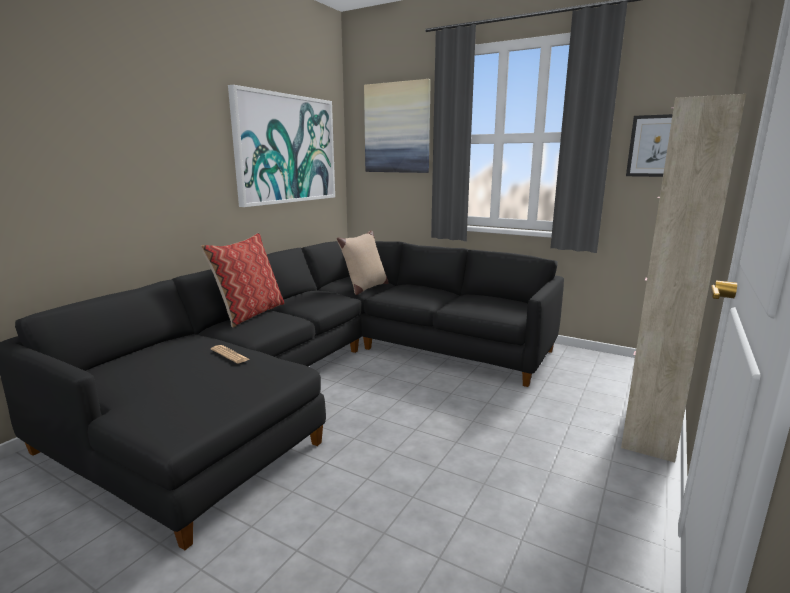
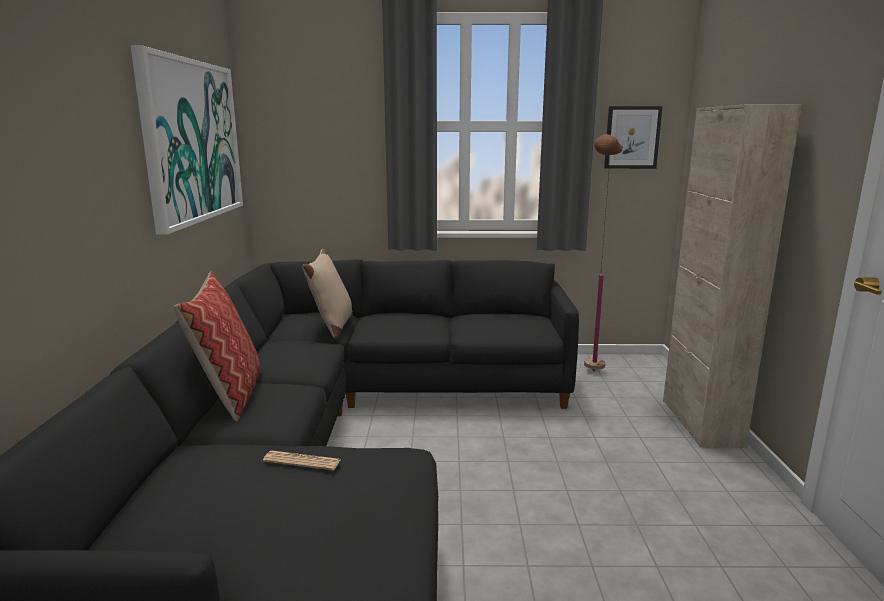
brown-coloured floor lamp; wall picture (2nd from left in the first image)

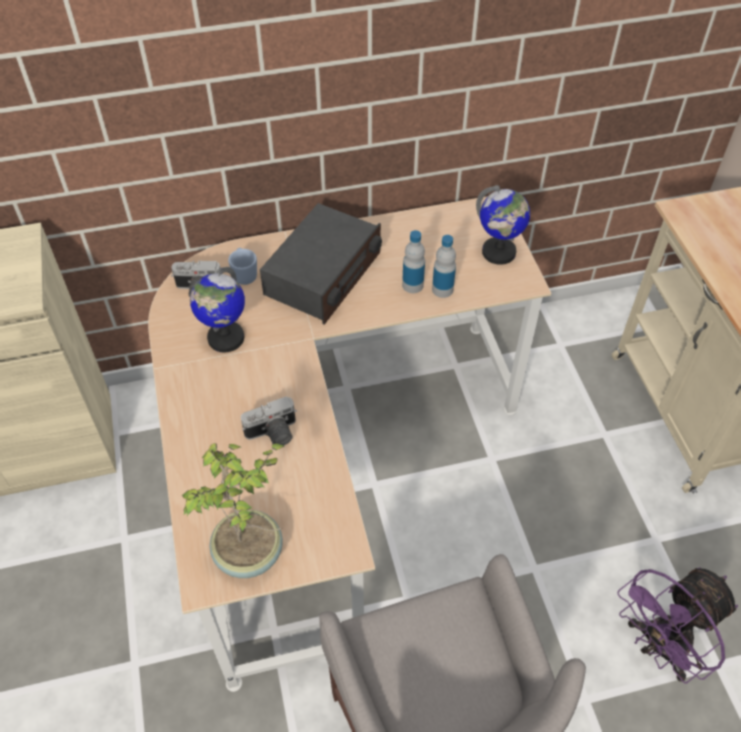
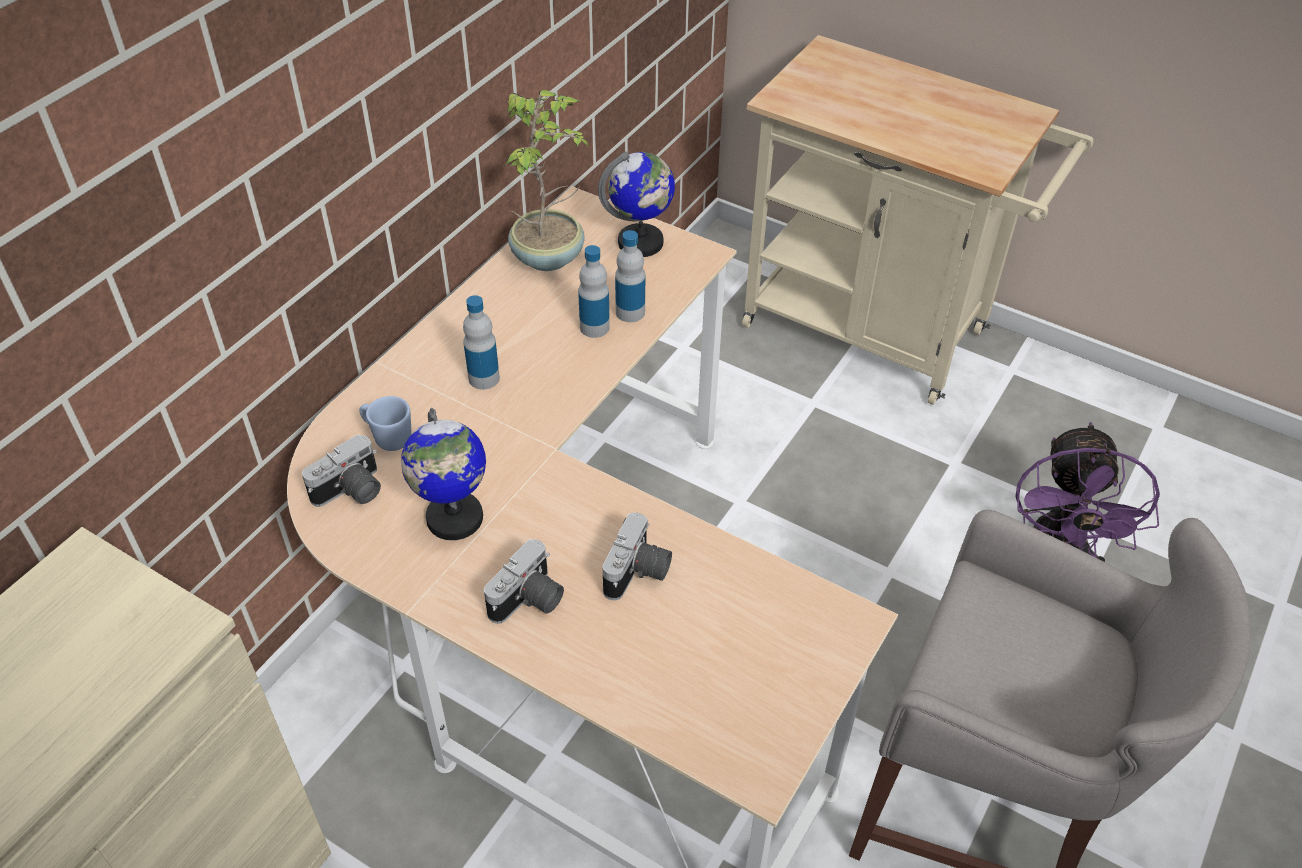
drink bottle (1st from left); photo camera (2nd from left); potted plant

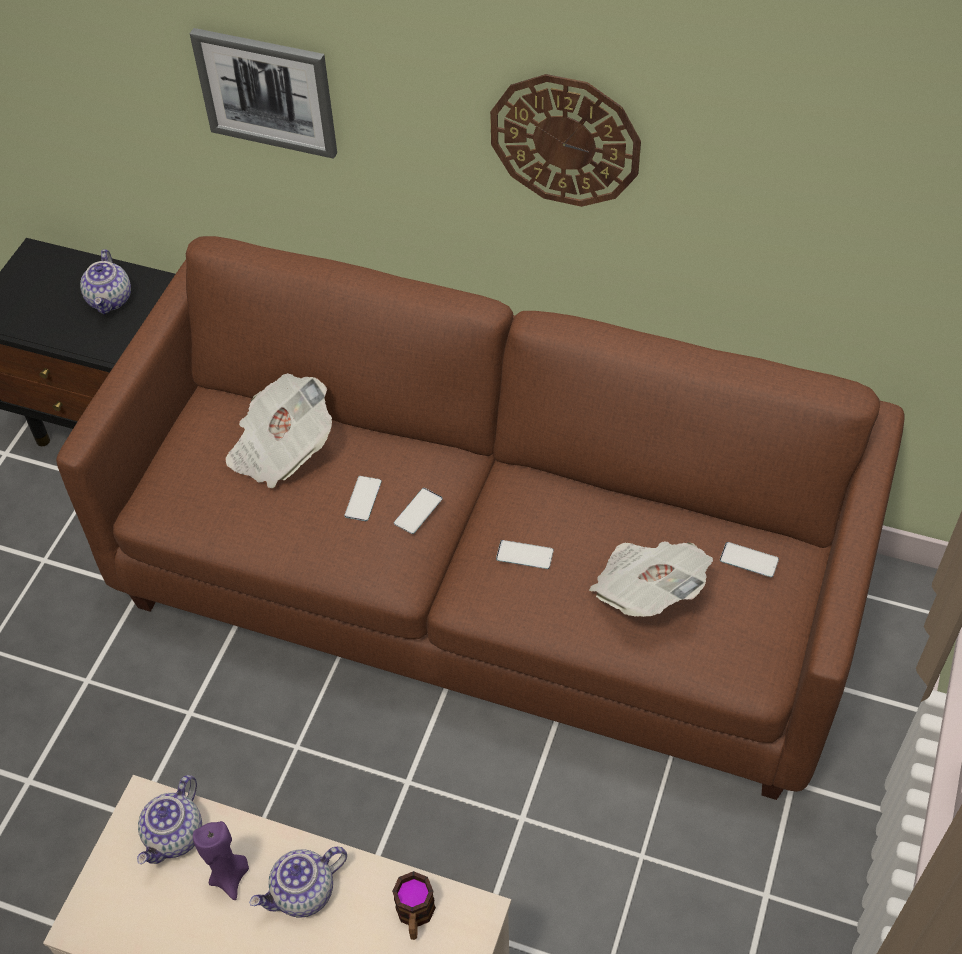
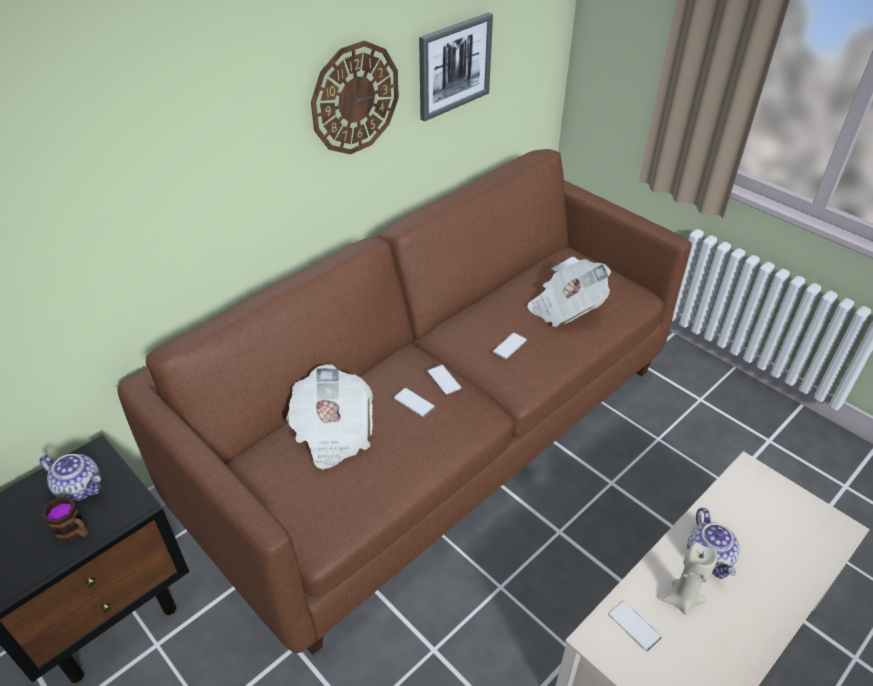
coffee mug; wall picture; handset (5th from left); beige wax candle

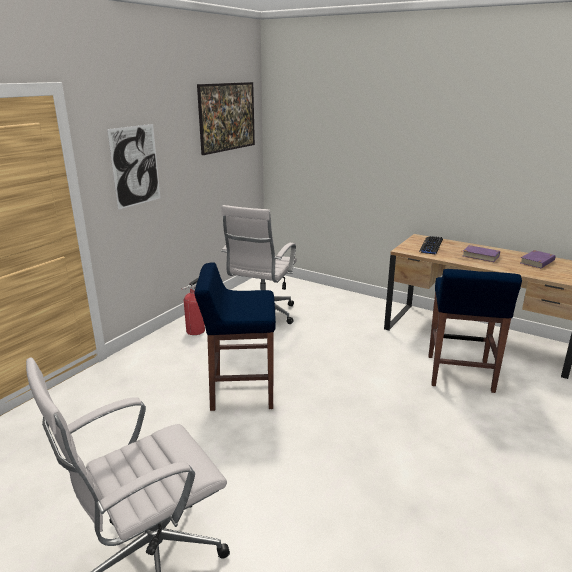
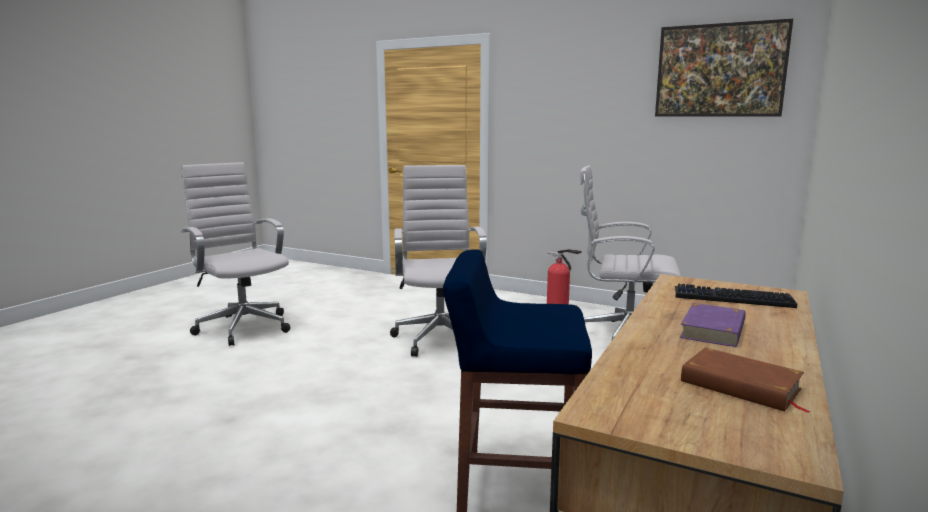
white computer chair (2nd from left); brown-coloured volume; wall picture (1st from left in the first image)

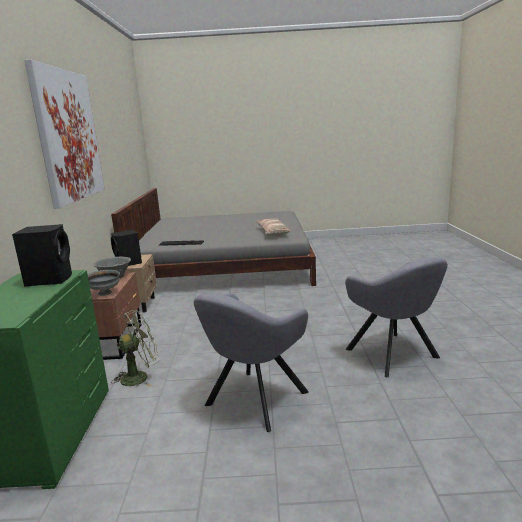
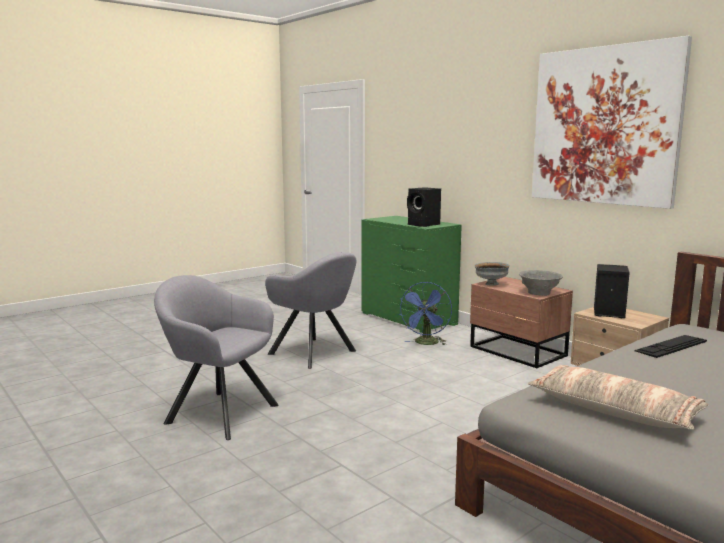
grey easy chair (2nd from left); blue electric fan

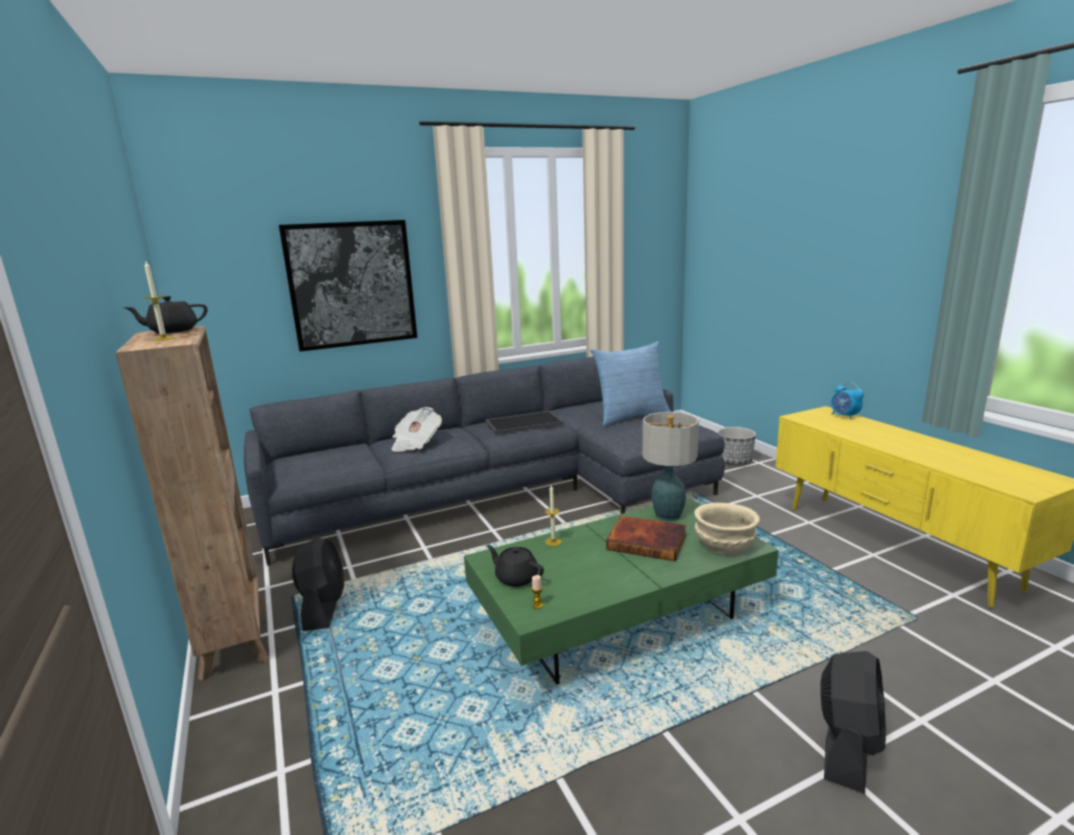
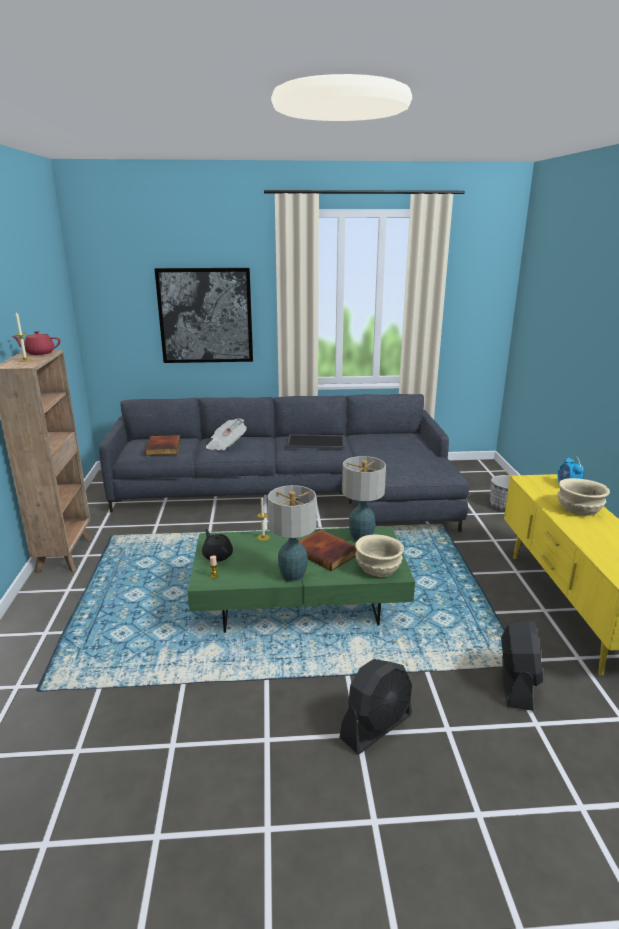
red pot for tea; volume (1st from left); tabletop lamp (1st from left); black-coloured electric fan (2nd from left); beige deep dish (2nd from left); cushion

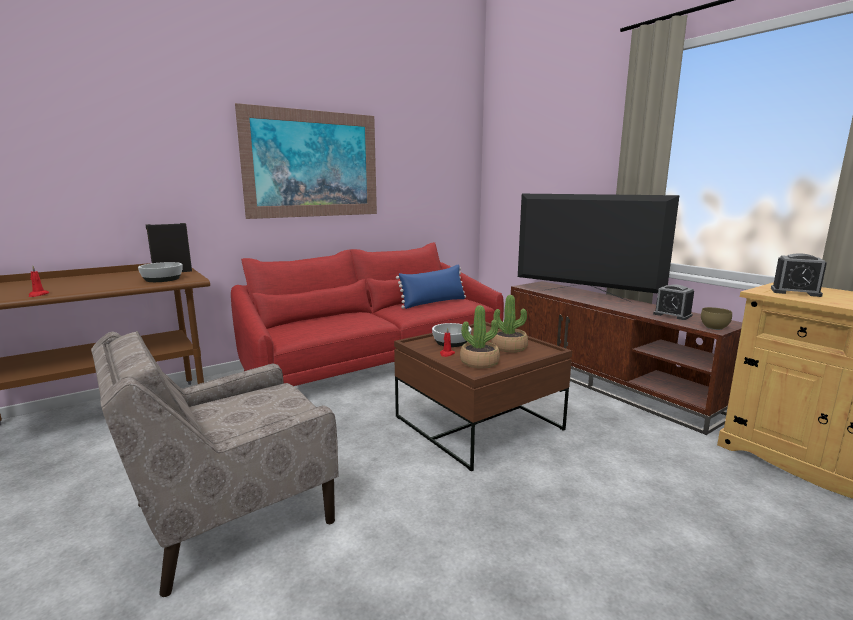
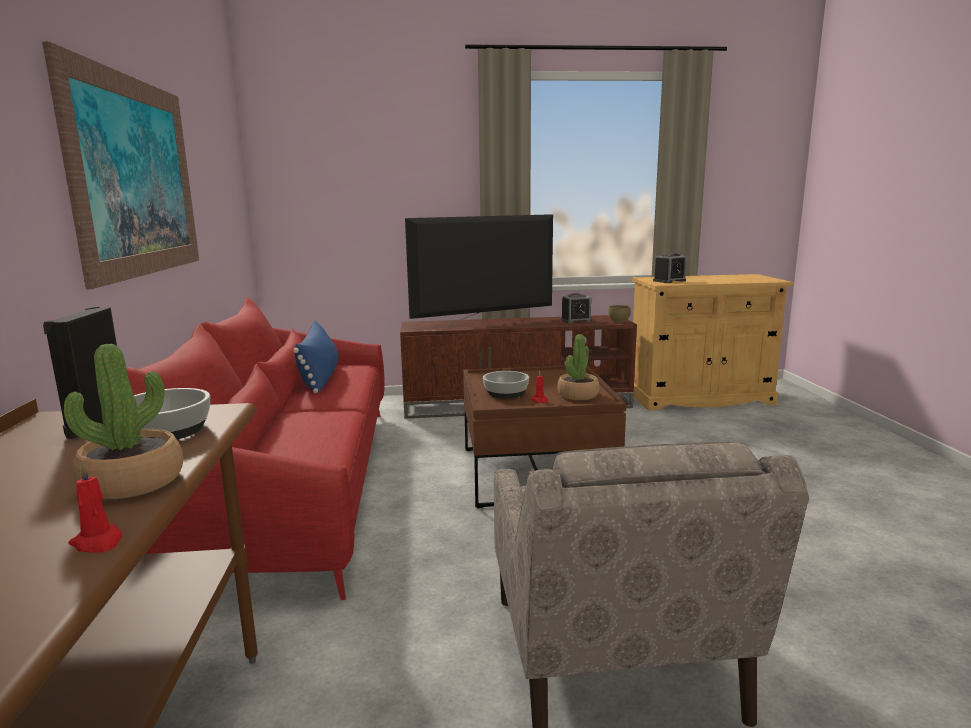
potted plant (1st from left)

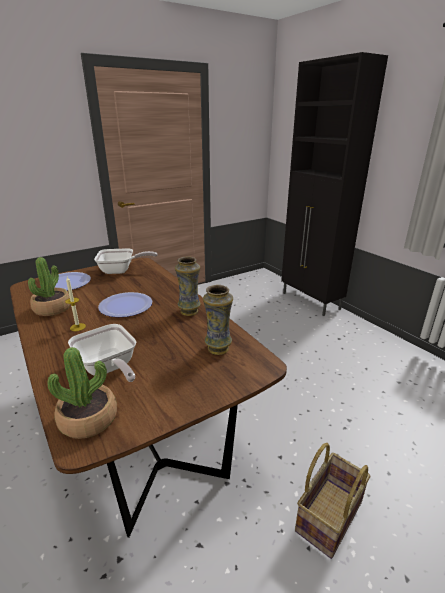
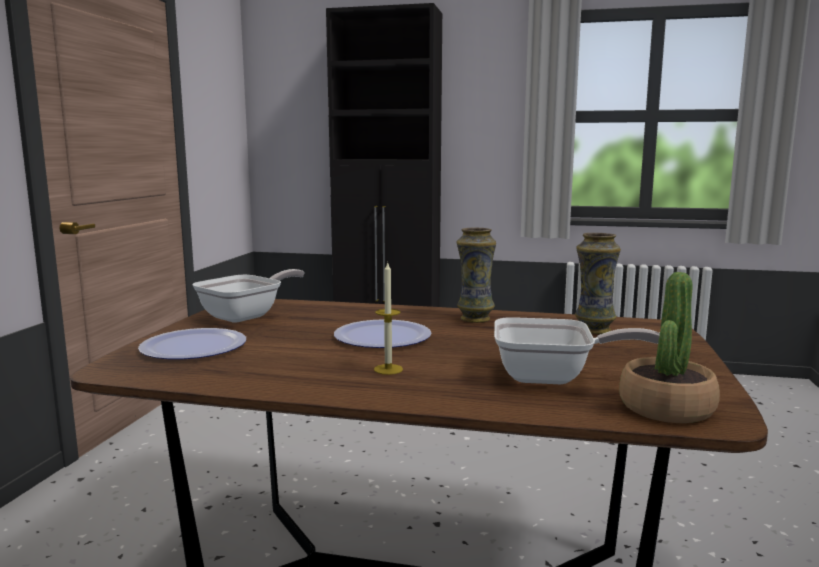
potted plant (1st from left in the first image); household basket

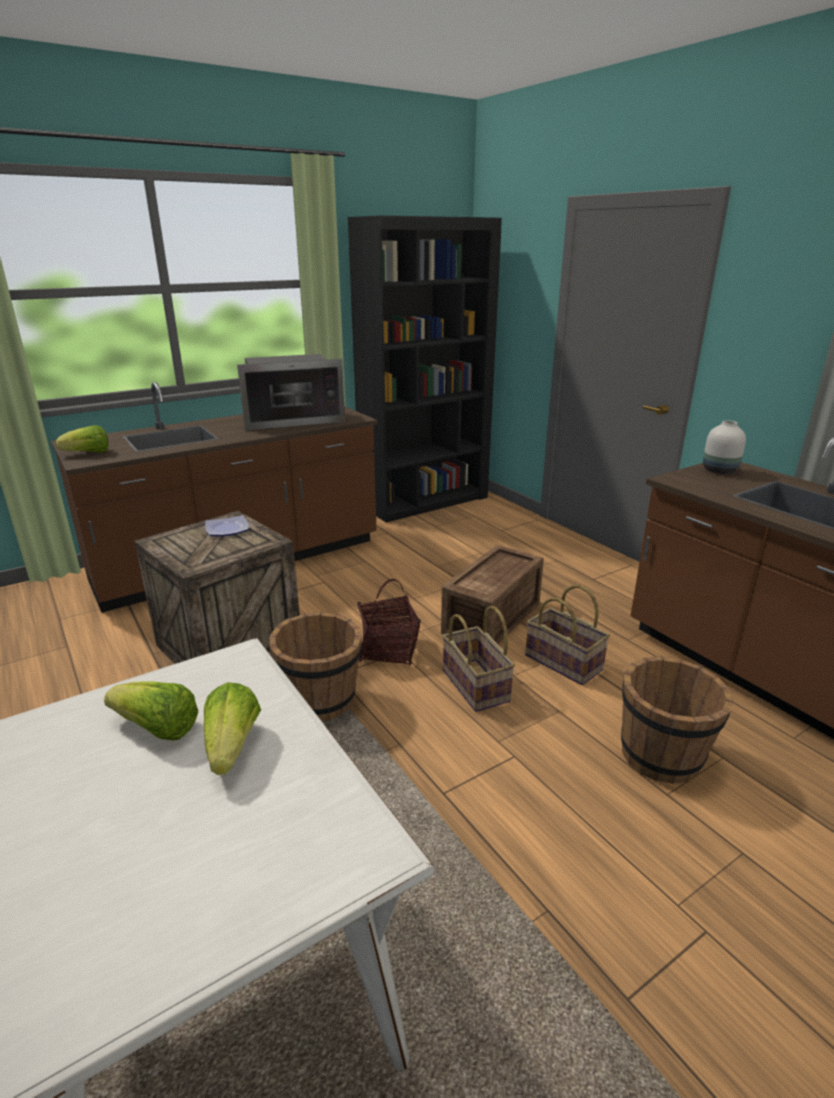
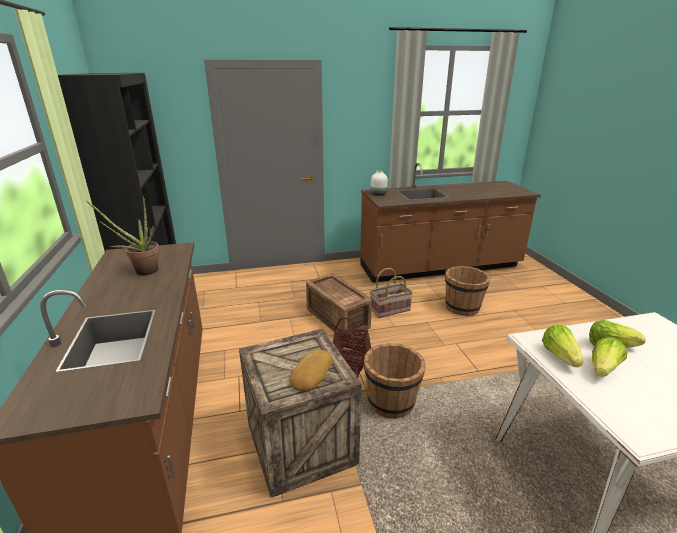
potted plant; bakery bread; lettuce (1st from left); plate; household basket (2nd from left in the first image)

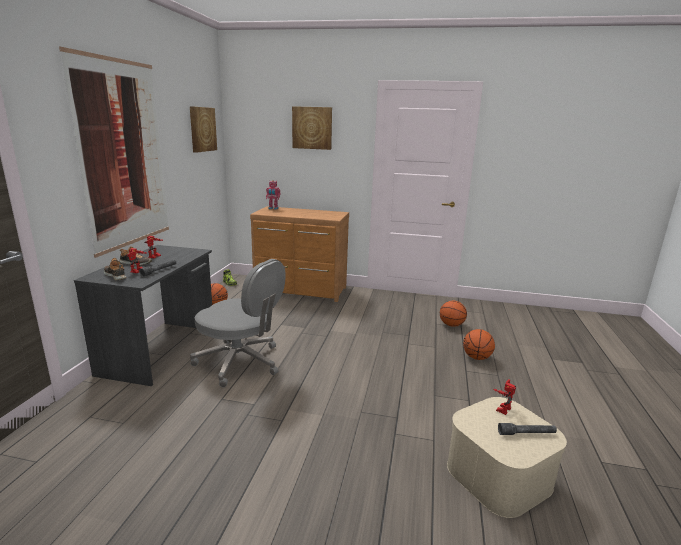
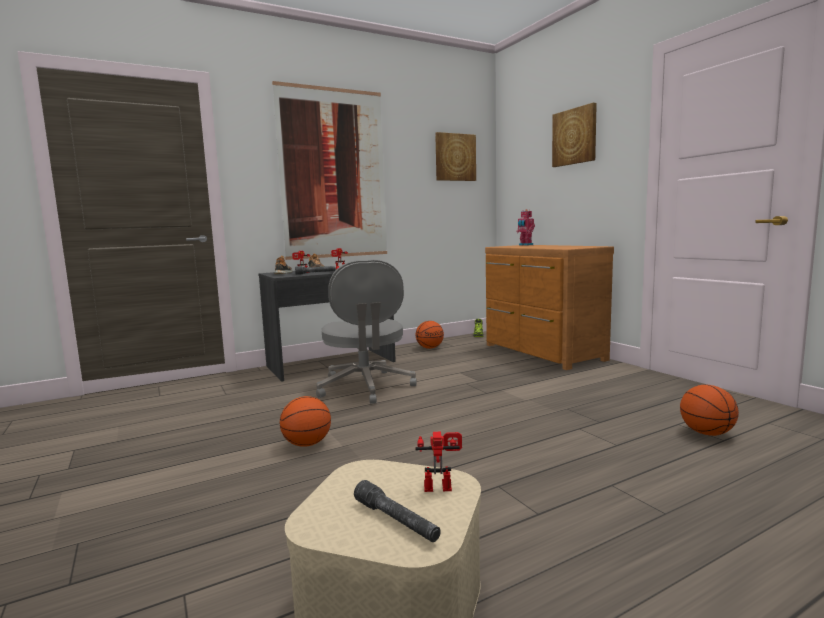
basketball (1st from left)

